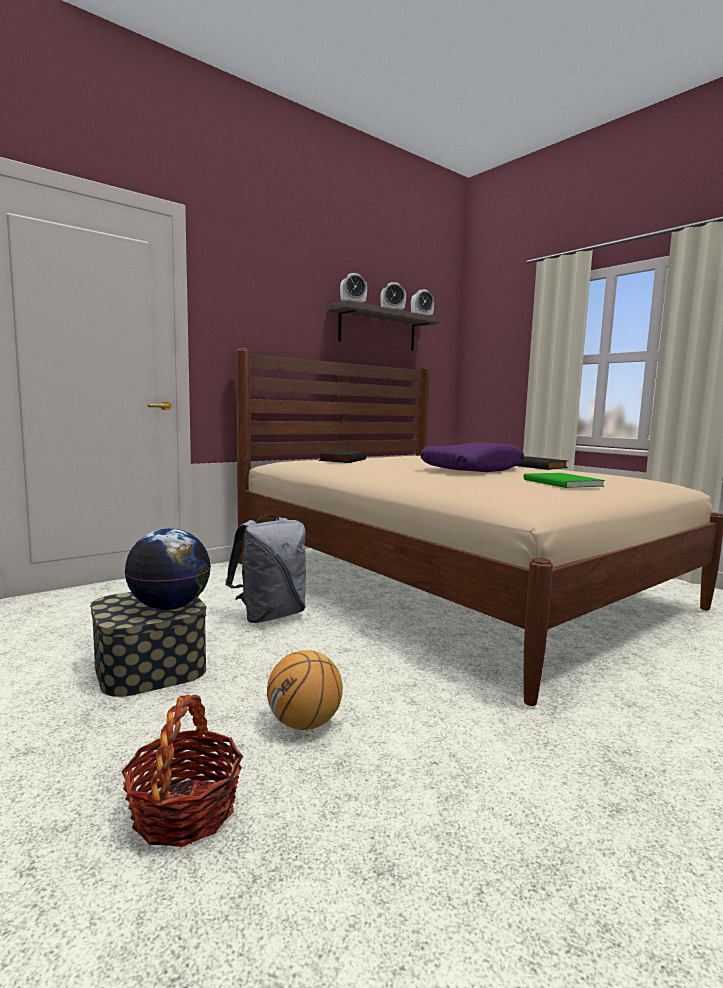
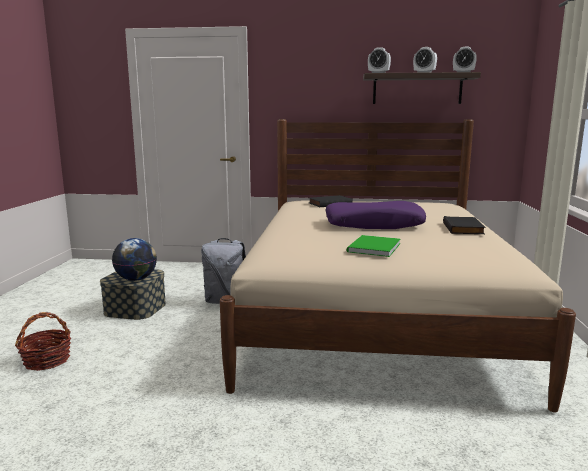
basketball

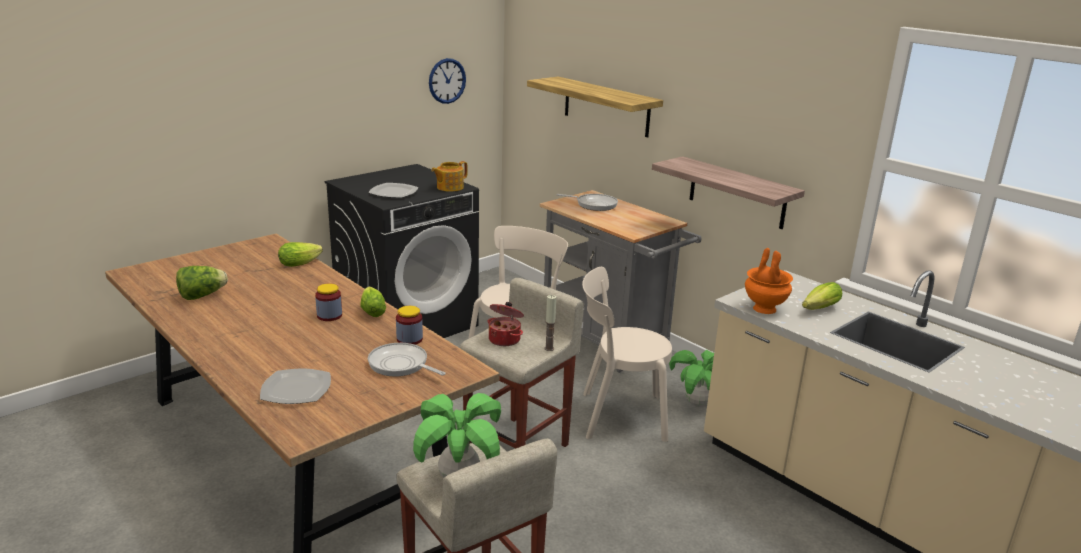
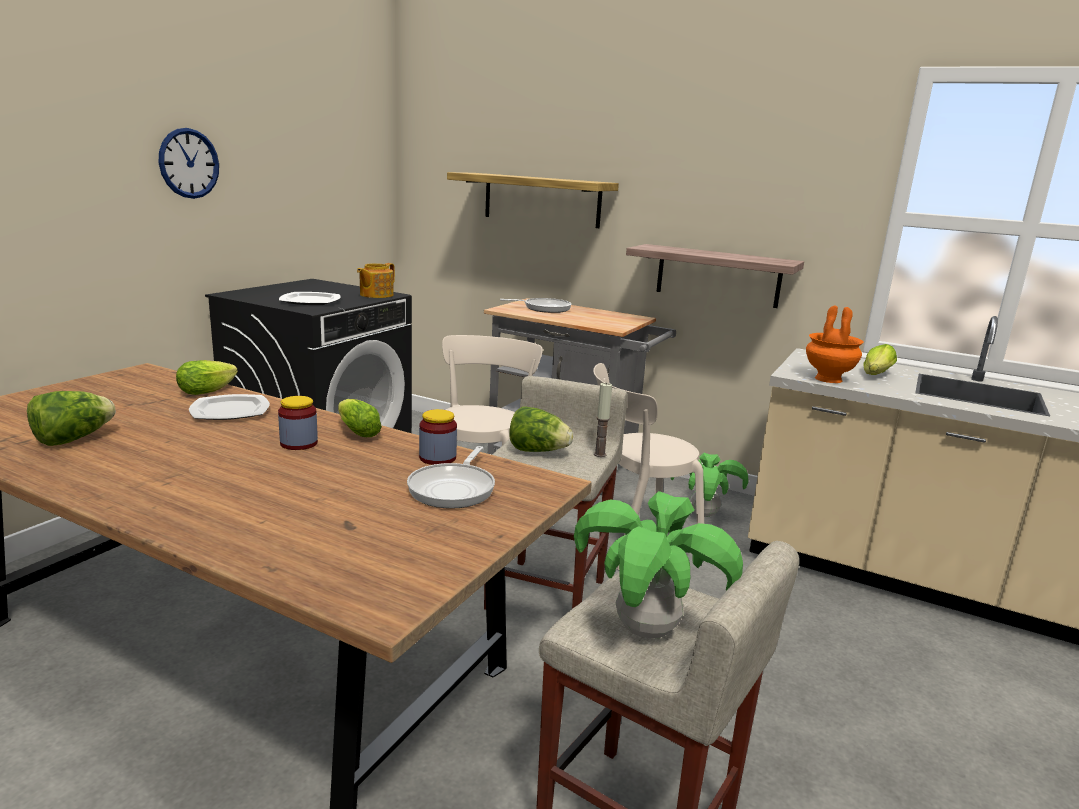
hanging clock; plate (1st from left); pan (1st from left); lettuce (4th from left)

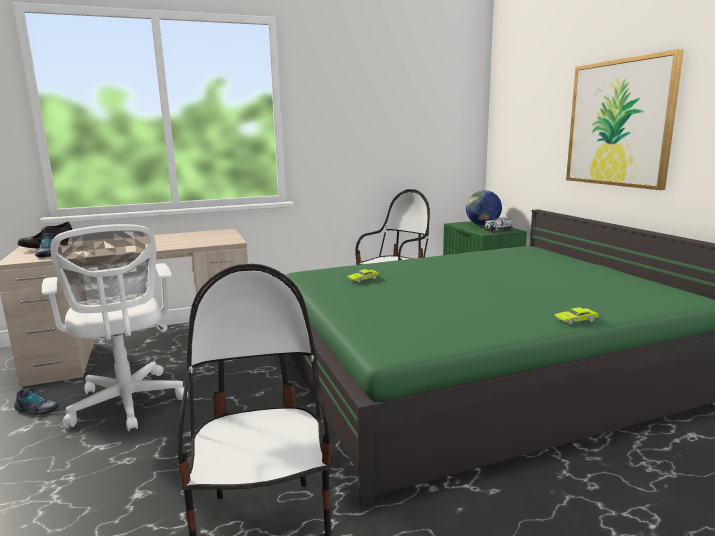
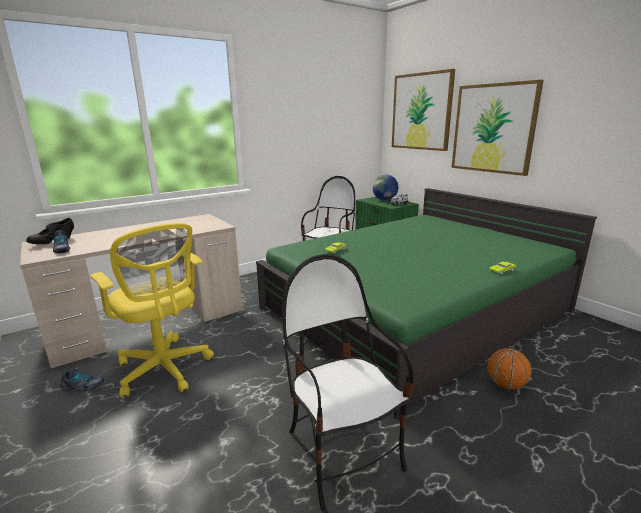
yellow-coloured computer chair; wall picture (1st from left); basketball

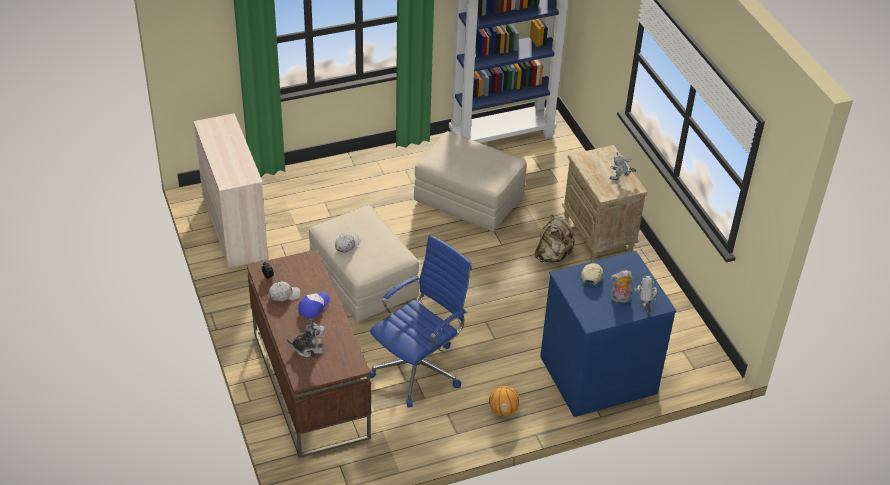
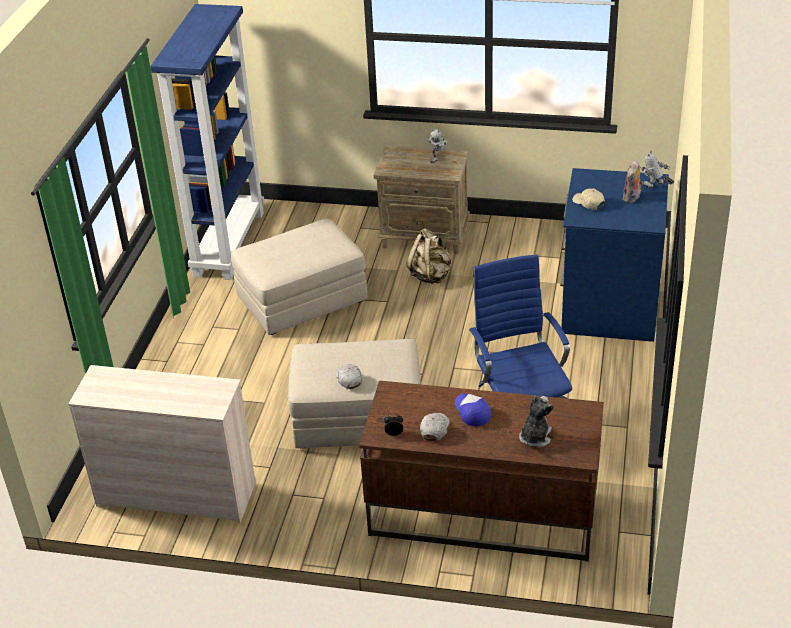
basketball

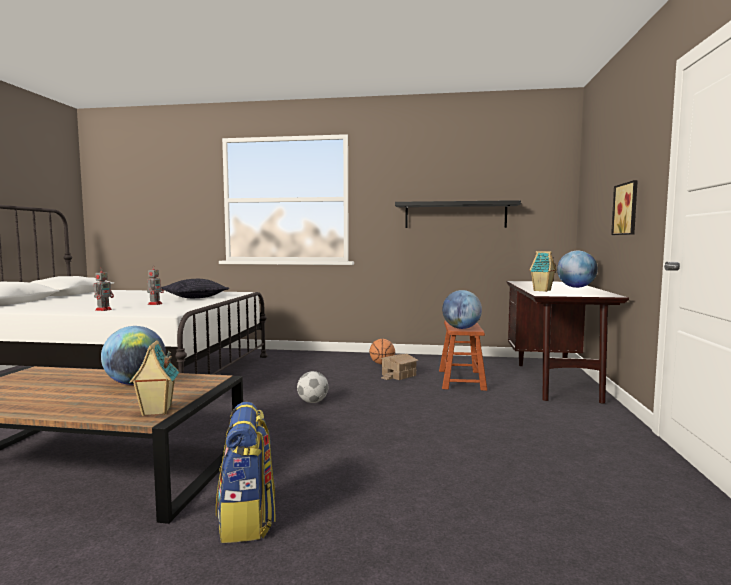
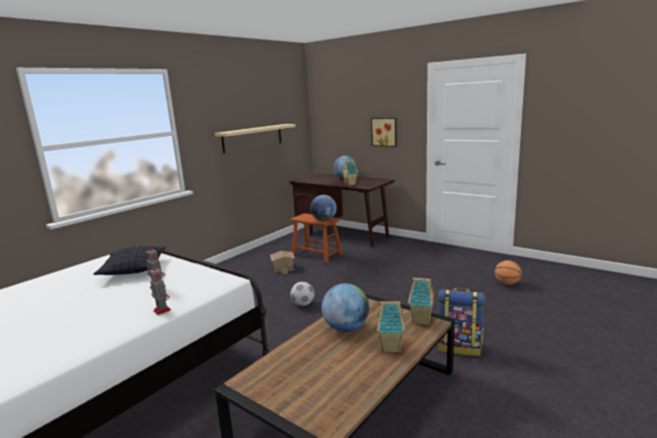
beige shelf; toy house (3rd from left); basketball

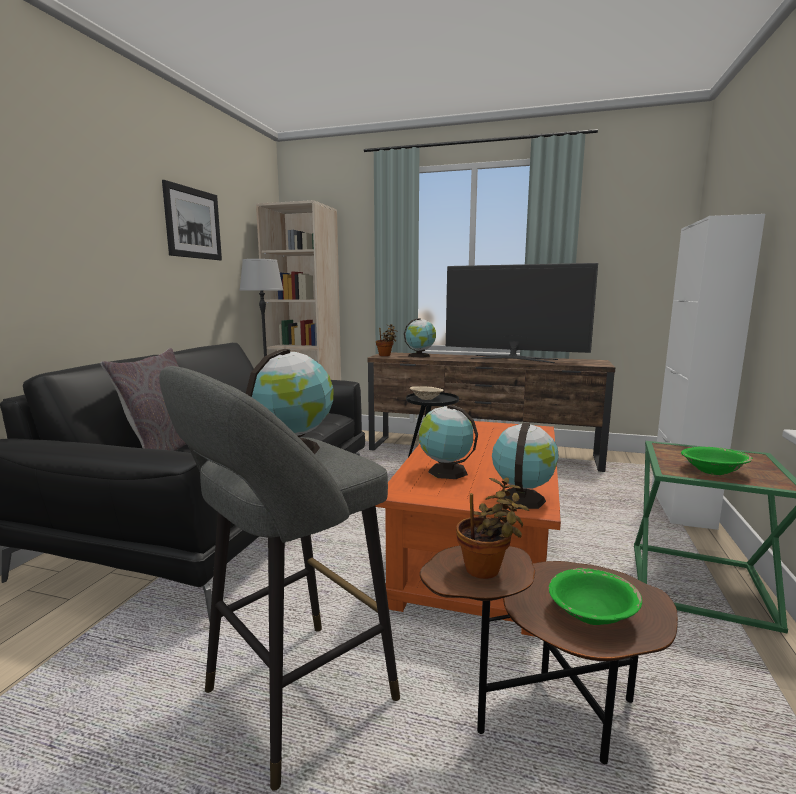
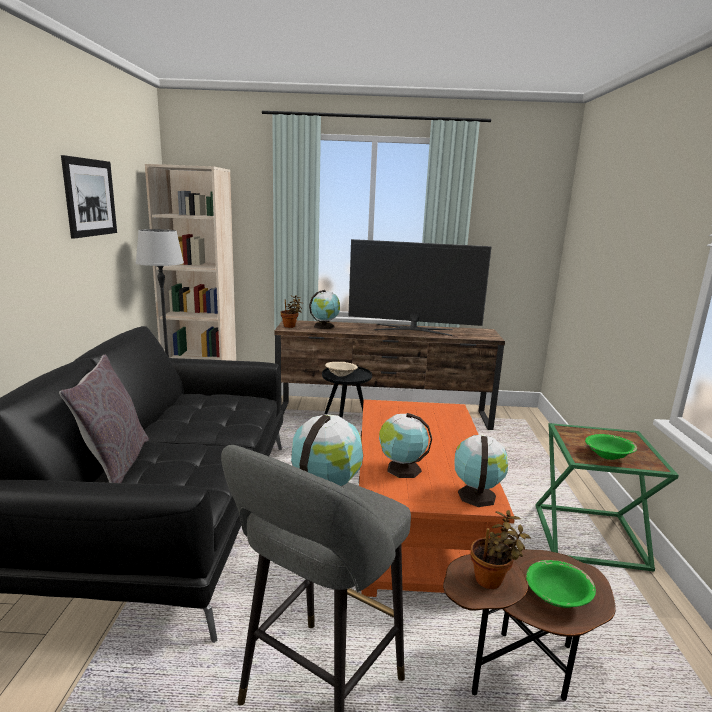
white cupboard

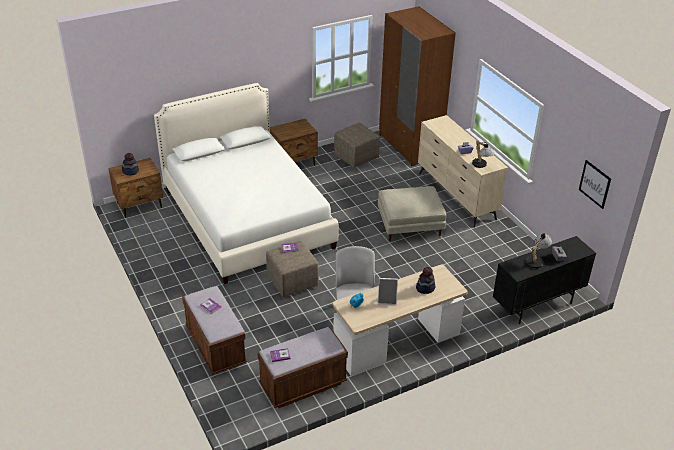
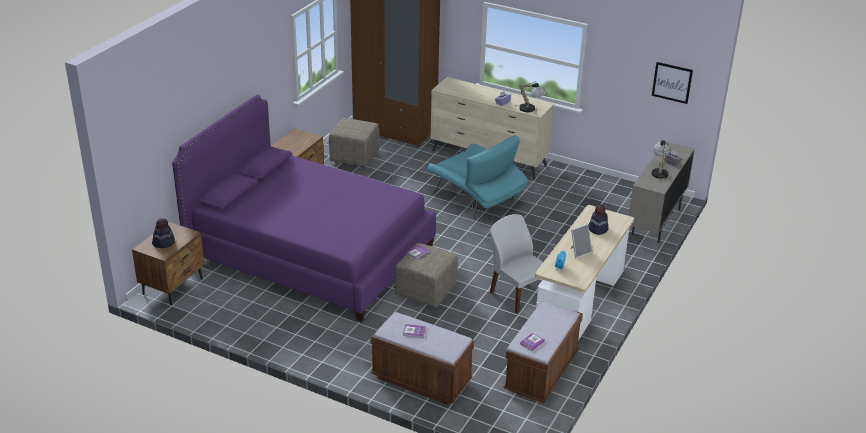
purple sleeping bed; blue-green easy chair; beige cupboard

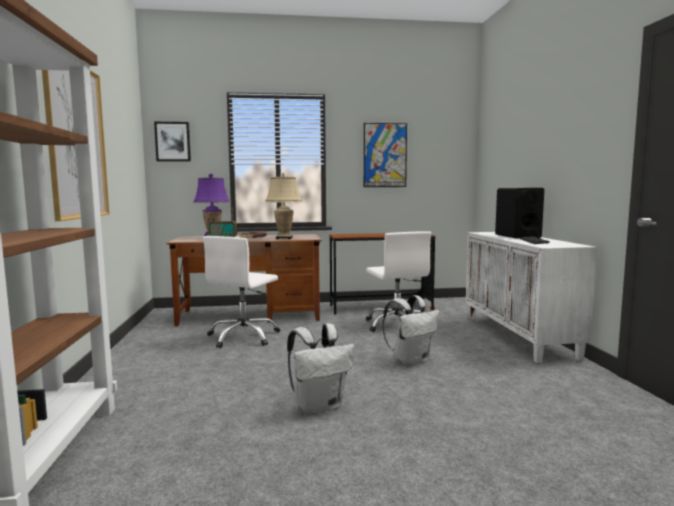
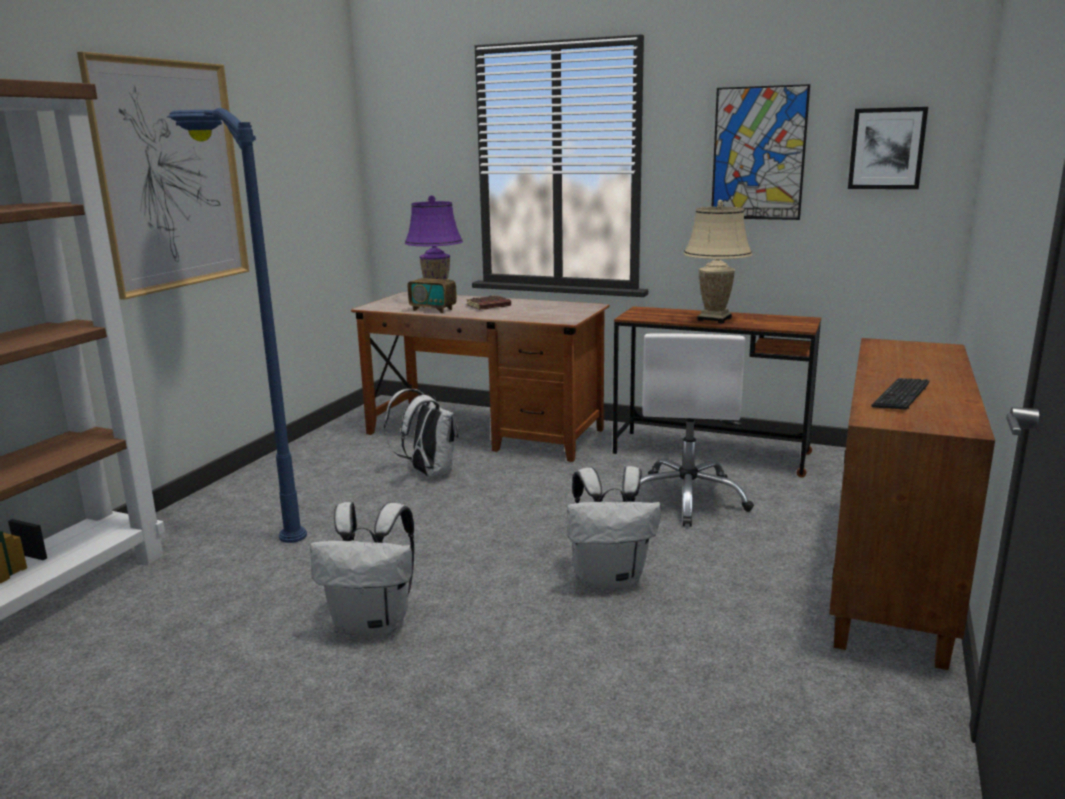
blue floor lamp; white backpack (2nd from left); beige tabletop lamp; brown-coloured cupboard; wall picture (3rd from left); black-coloured speaker

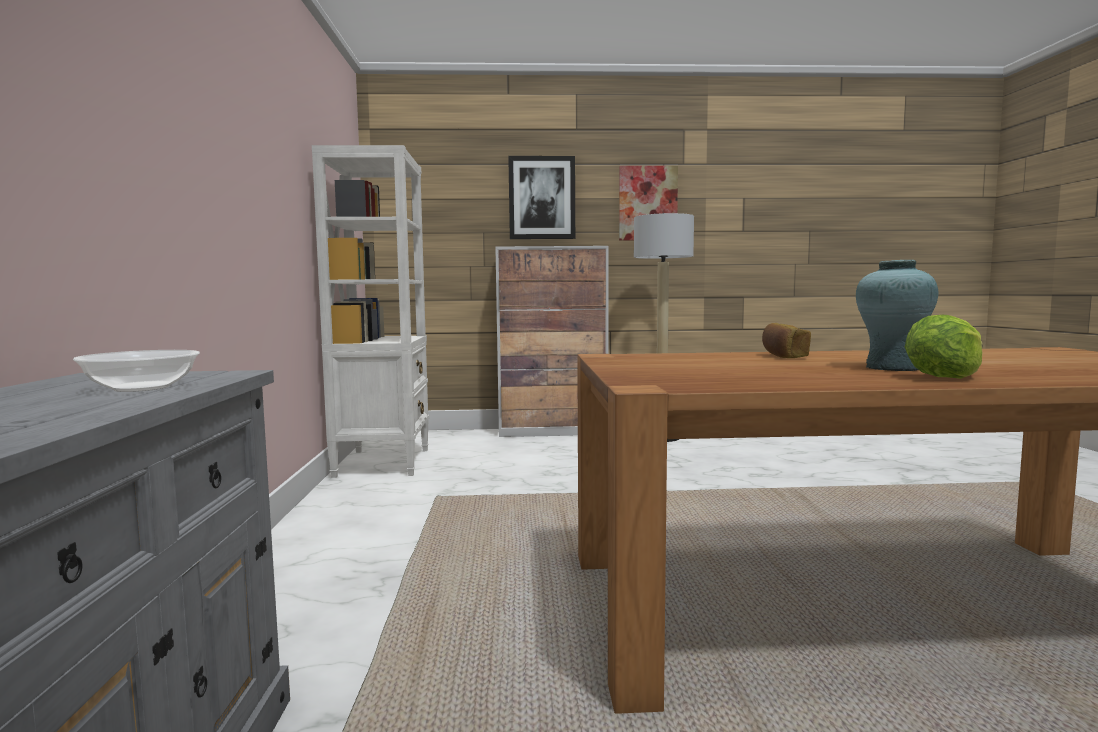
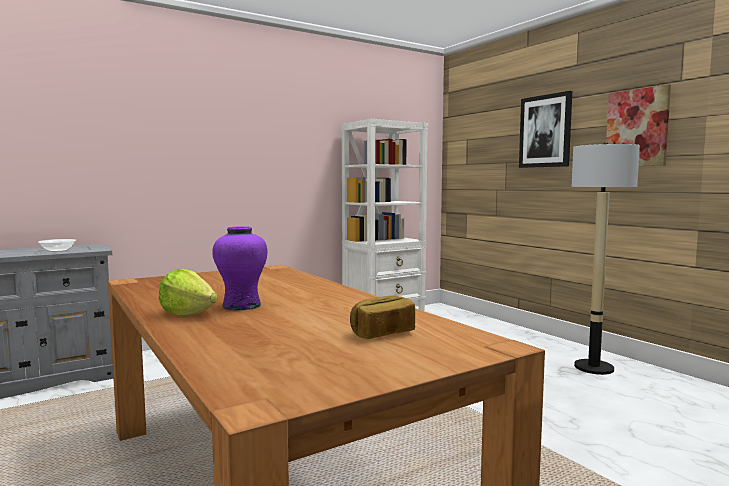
purple vase; bakery bread; cupboard

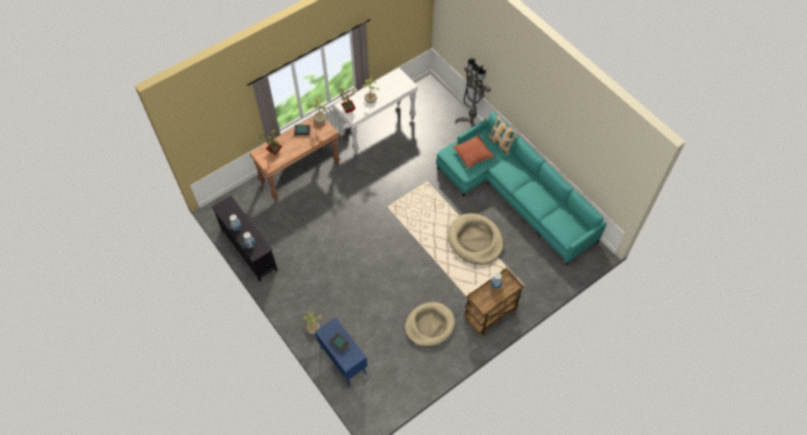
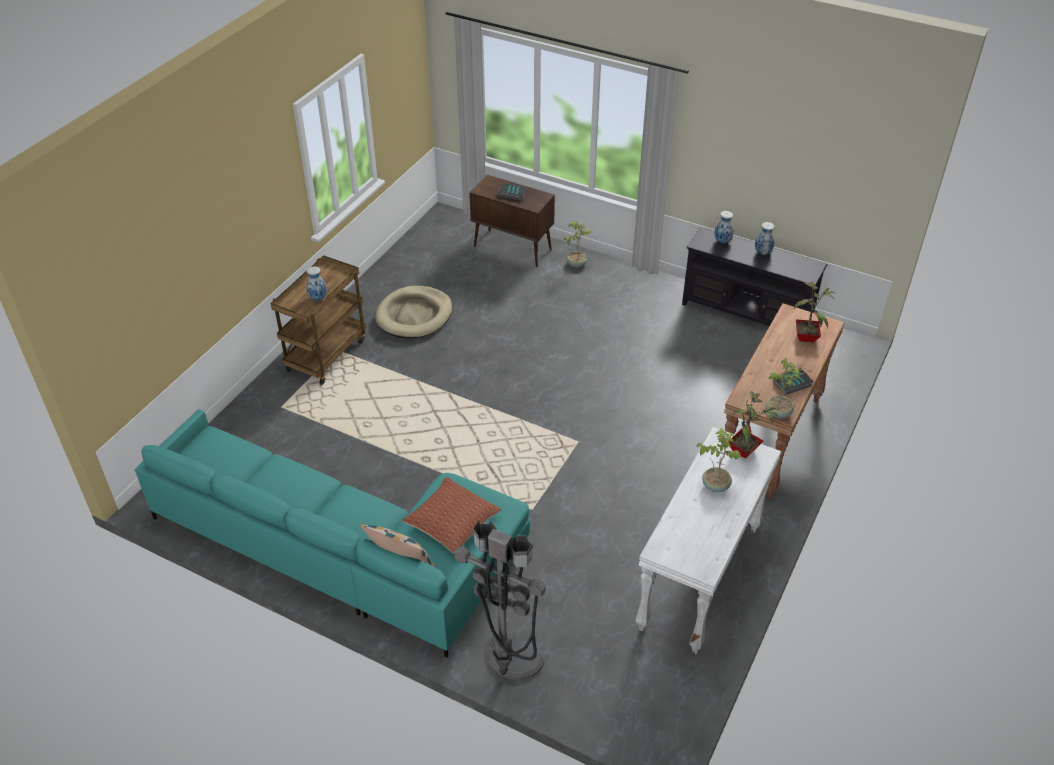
brown-coloured cupboard; beige pet bed (2nd from left in the first image)

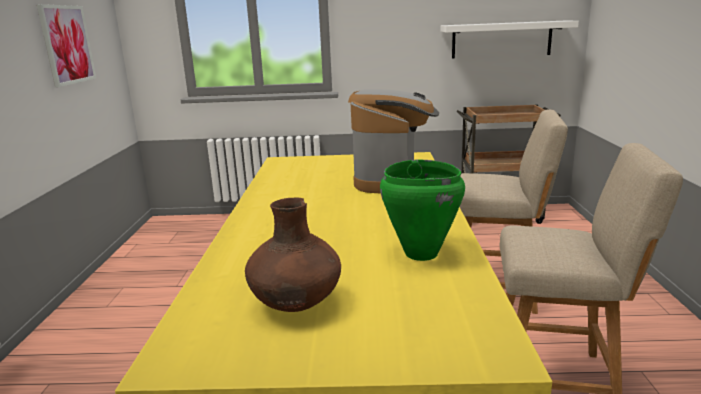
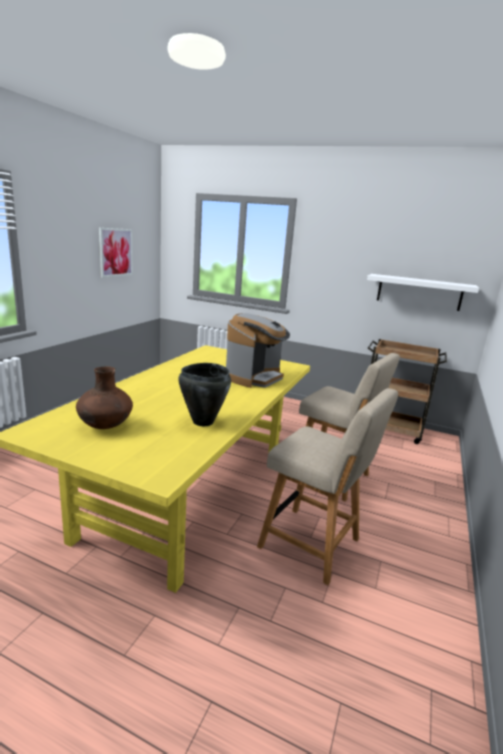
black-coloured cooking pot

